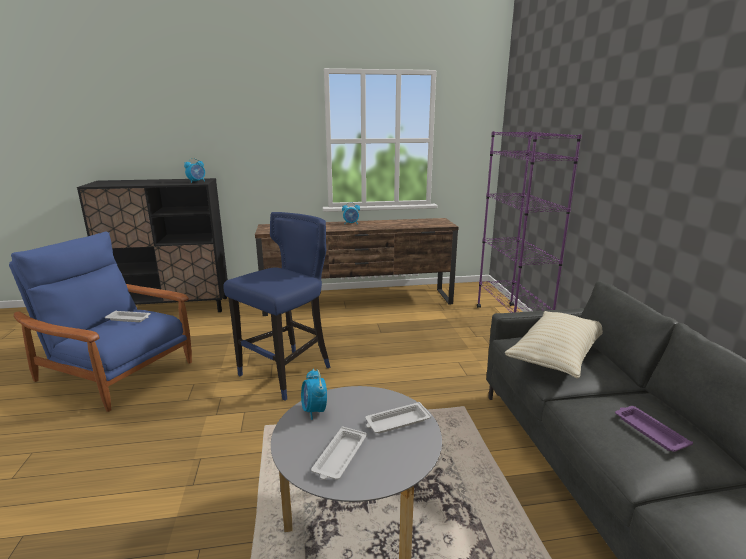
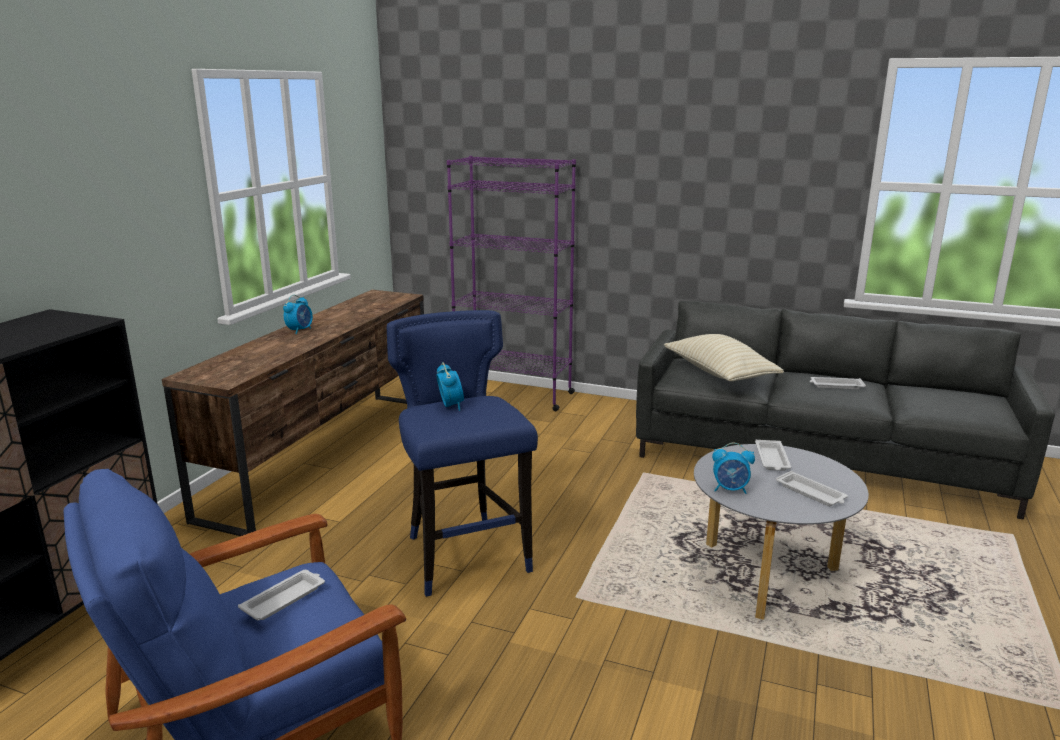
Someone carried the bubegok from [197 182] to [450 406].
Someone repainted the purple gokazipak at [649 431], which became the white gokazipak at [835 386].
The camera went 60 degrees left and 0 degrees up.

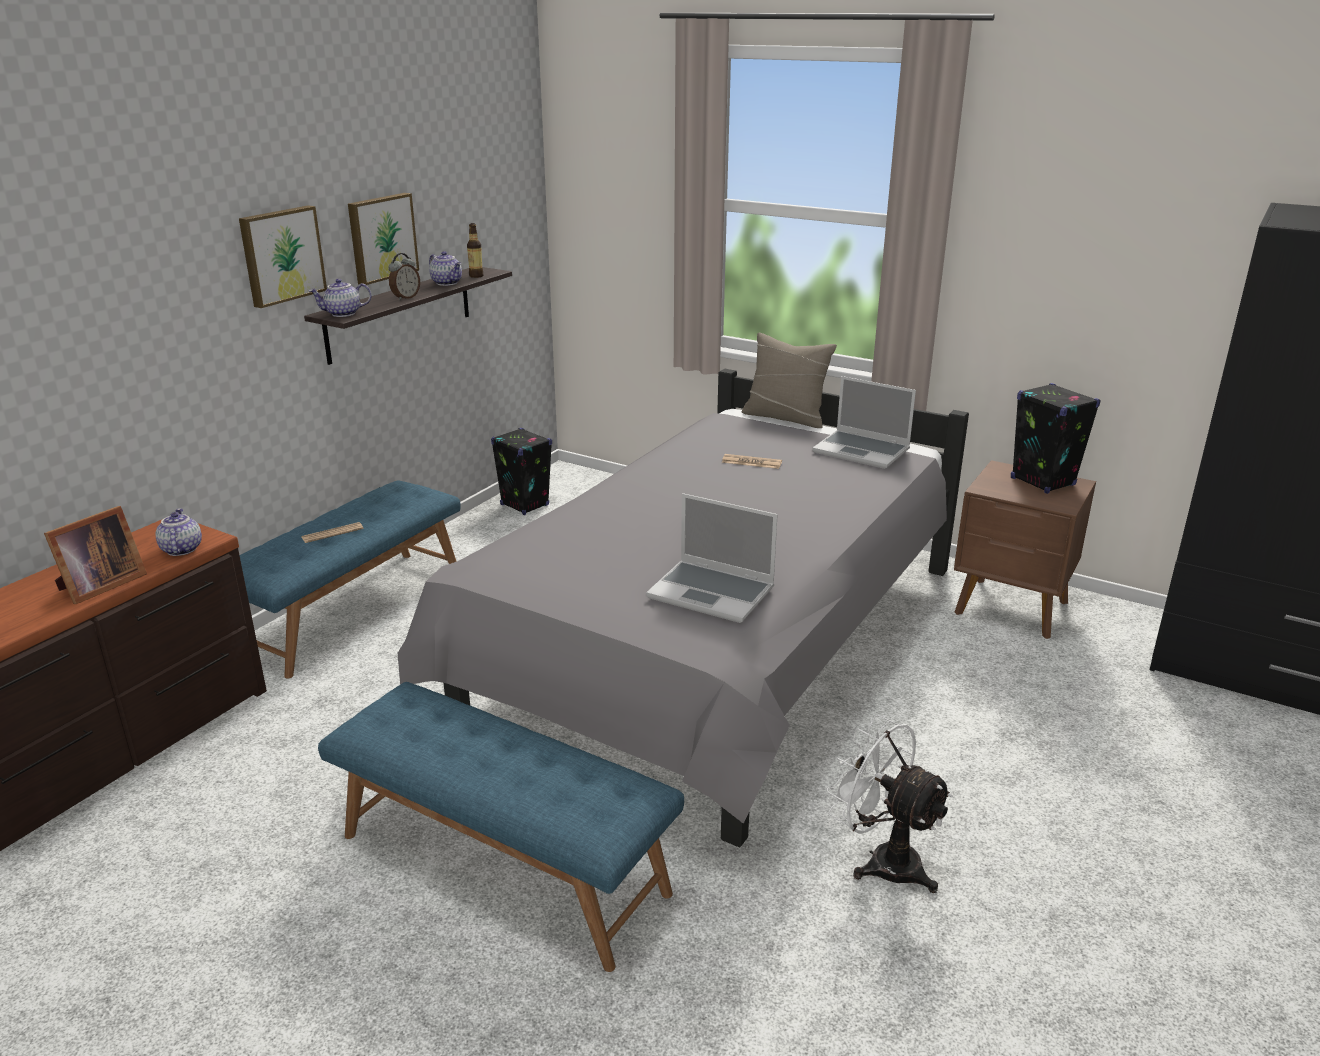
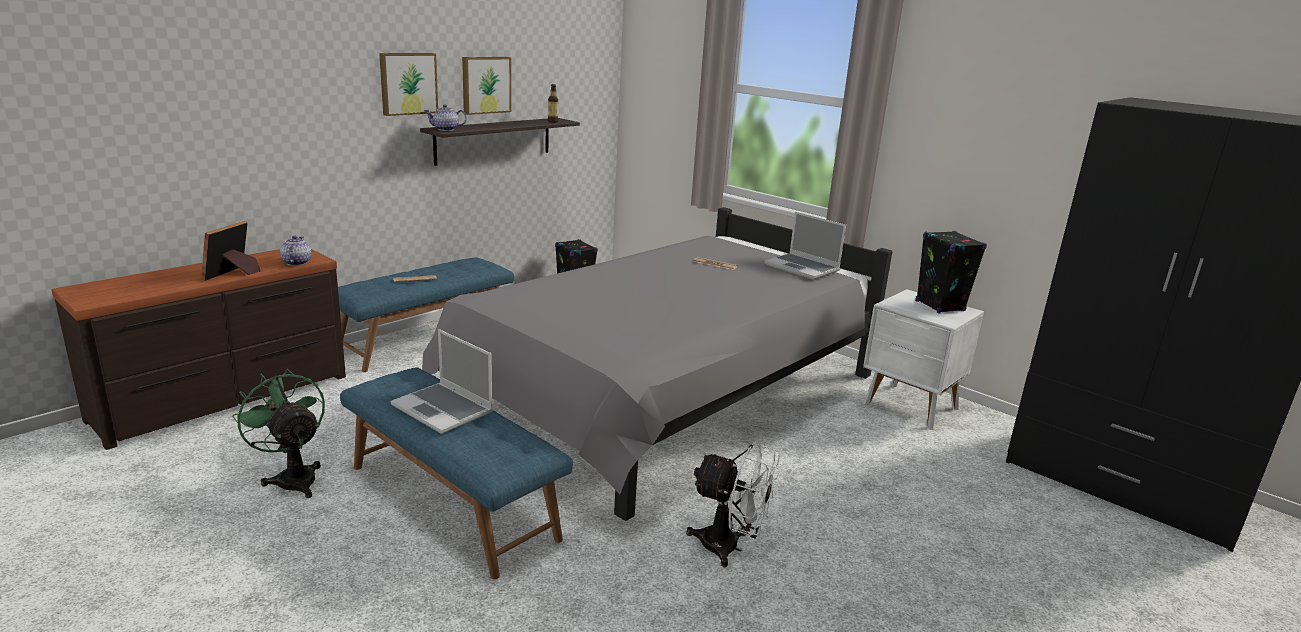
Someone took away the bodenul at [447 283].
Someone took away the bubegok at [405 298].
Someone took away the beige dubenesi at [785 417].
Someone repainted the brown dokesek at [1012 609], which became the white dokesek at [911 407].
Someone carried the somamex from [713 593] to [444 409].
Someone rotated the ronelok at [99 586] by 150 degrees clockwise.
Someone rotated the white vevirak at [882 860] by 150 degrees clockwise.
Someone put down the green vevirak at [293 477].
The camera went 10 degrees right and 5 degrees down.

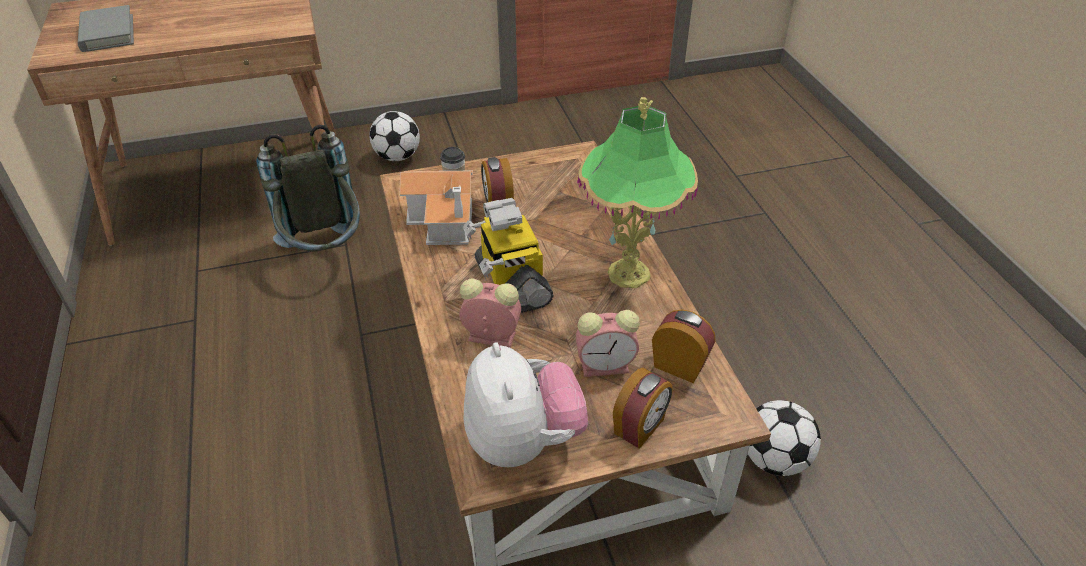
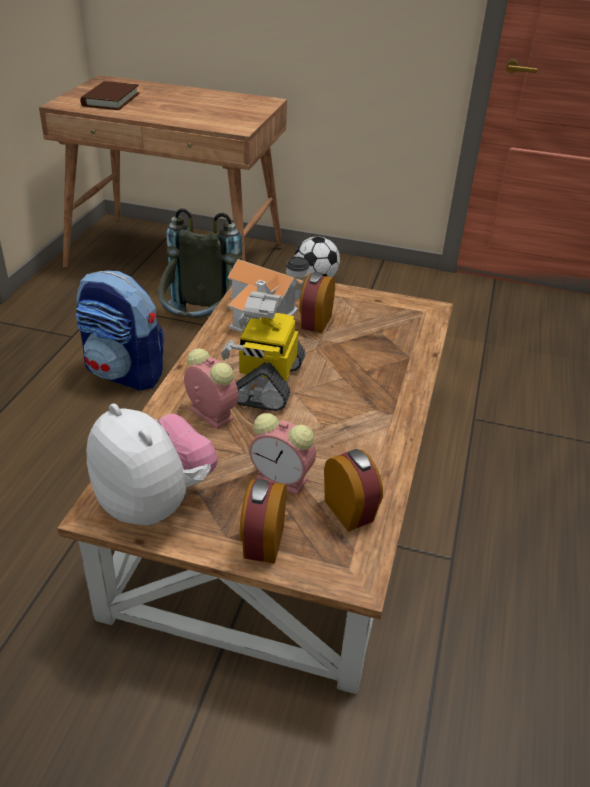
Someone repainted the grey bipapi at [107 33], which became the brown bipapi at [111 99].
Someone took away the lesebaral at [628 274].
Someone rotated the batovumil at [523 441] by 60 degrees counterclockwise.
Someone rotated the bubegok at [640 427] by 120 degrees clockwise.
Someone took away the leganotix at [774 459].
Someone put down the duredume at [125 373].
The camera went 30 degrees right and 5 degrees down.

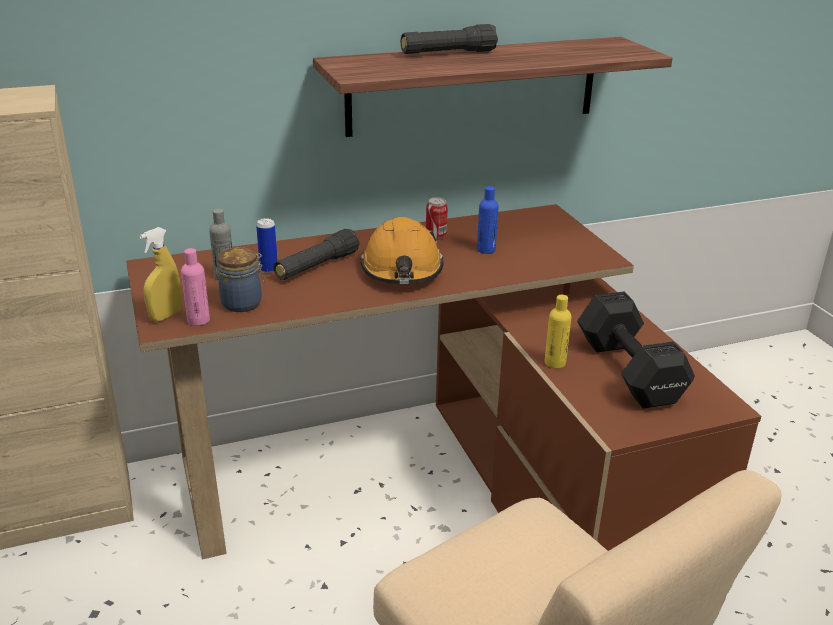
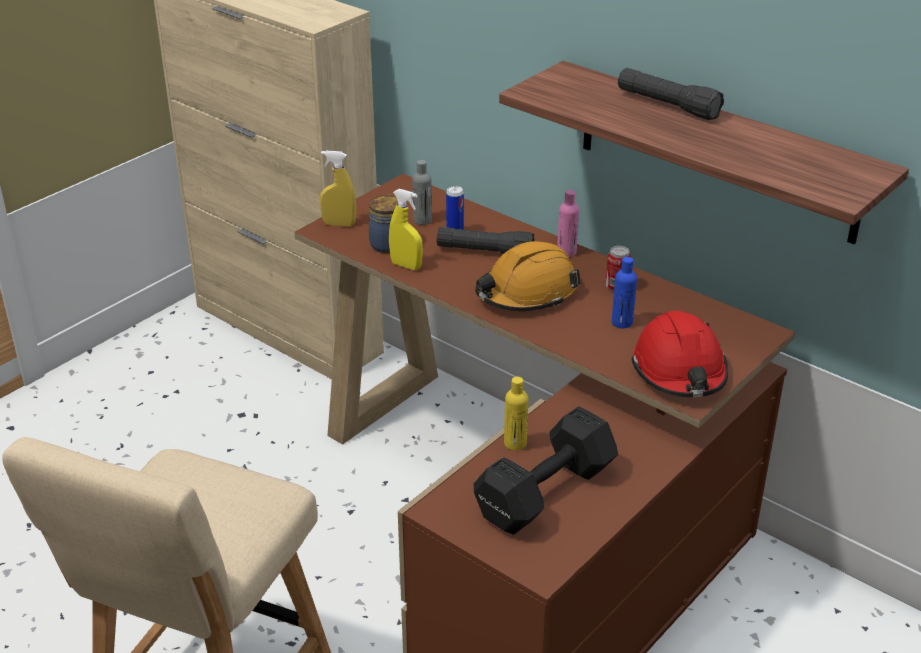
Someone carried the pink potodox from [198 320] to [566 252].
Someone put down the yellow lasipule at [406 265].
Someone put down the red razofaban at [679 371].
The camera went 60 degrees right and 5 degrees up.

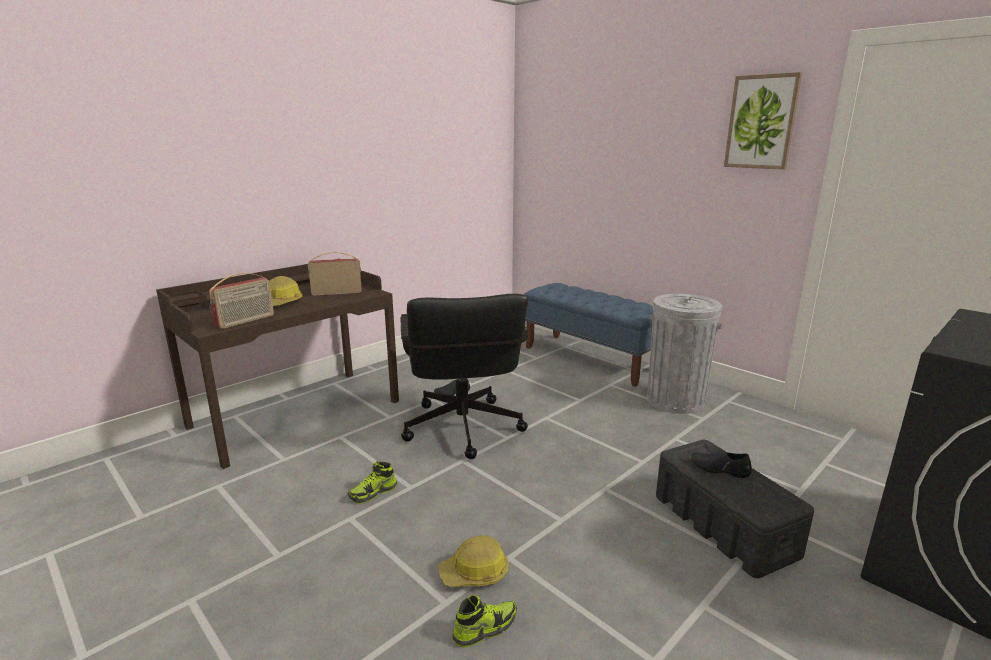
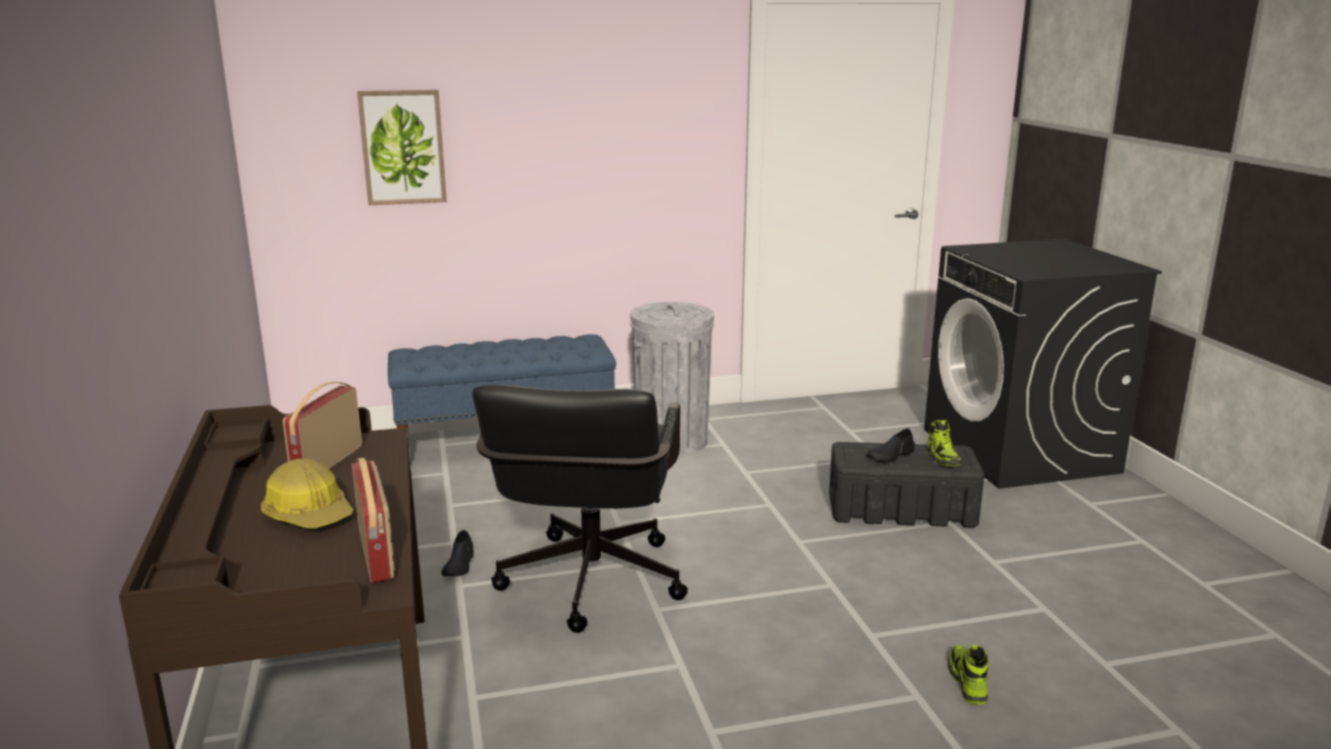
Someone carried the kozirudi from [761 122] to [403 147].
Someone rotated the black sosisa at [463 433] by 75 degrees clockwise.
Someone carried the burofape from [373 493] to [942 457].
Someone took away the razofaban at [475 573].
The camera went 60 degrees left and 0 degrees up.

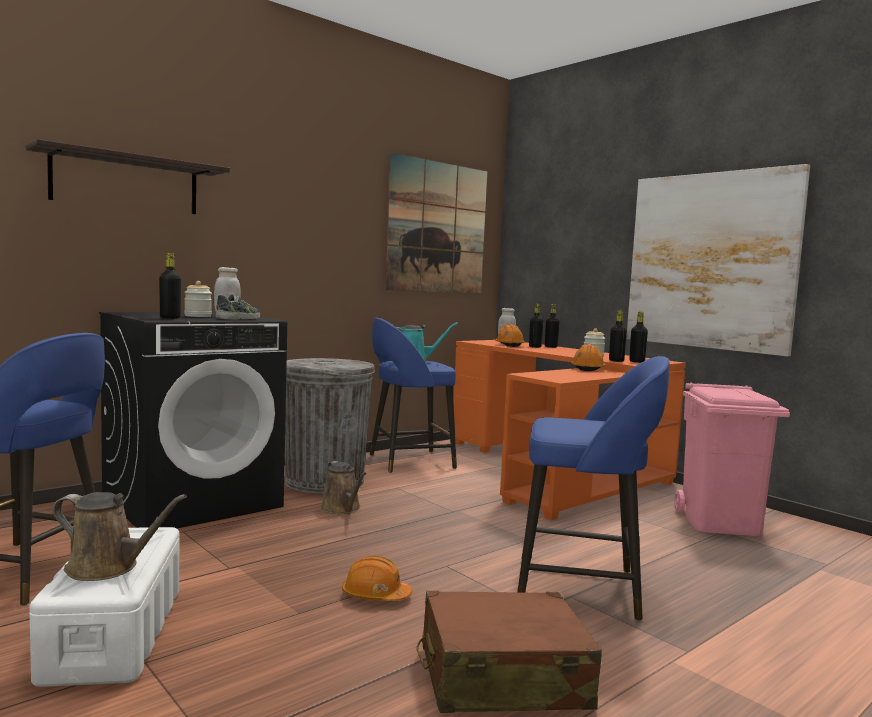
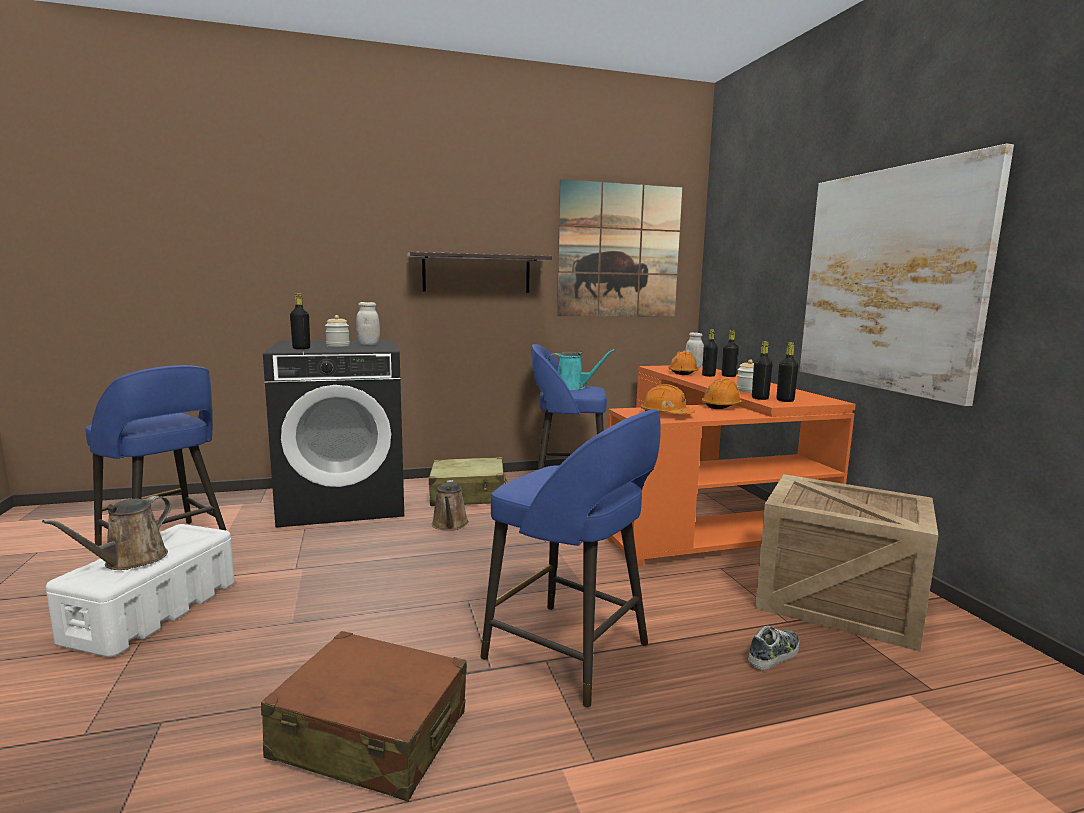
Someone carried the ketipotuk from [126 183] to [476 273].
Someone carried the burofape from [239 318] to [774 655].
Someone swapped the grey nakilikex at [324 481] for the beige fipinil at [468 495].
Someone swapped the pink nakilikex at [720 522] for the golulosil at [840 603].
Someone rotated the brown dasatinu at [108 568] by 75 degrees clockwise.
Someone carried the orange razofaban from [375 596] to [666 414].
The camera went 25 degrees right and 5 degrees up.

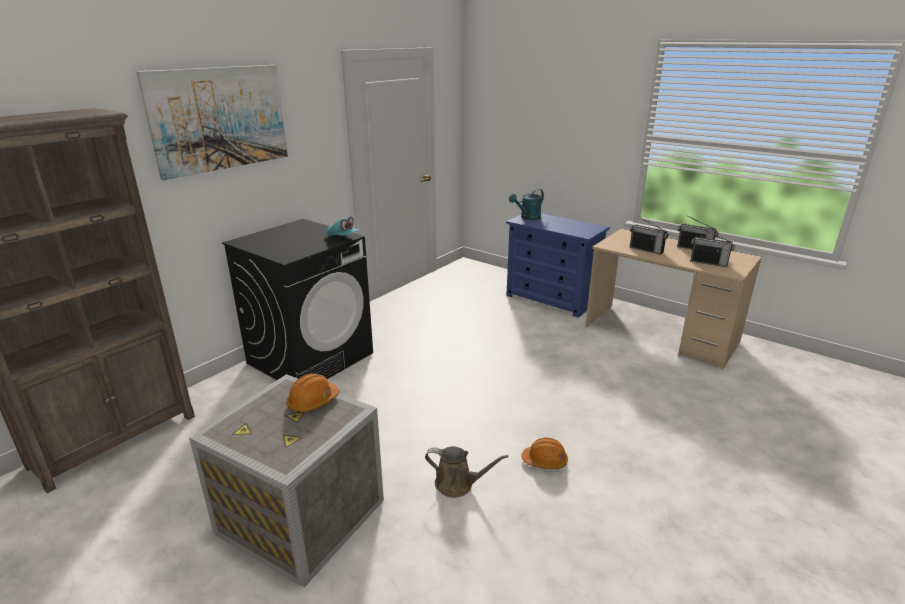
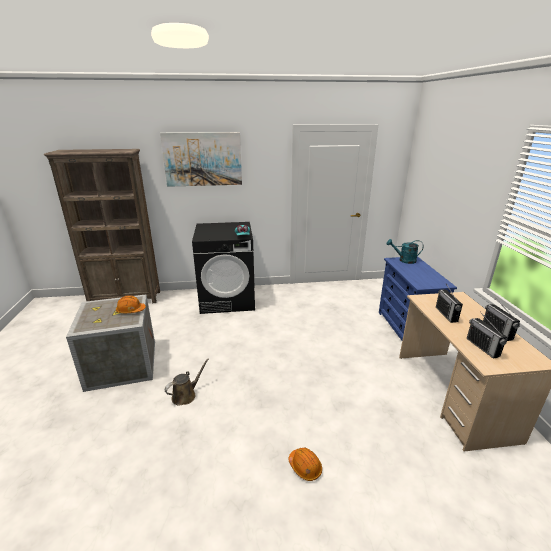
Someone carried the orange razofaban from [545 461] to [305 467].
Someone rotated the brown dasatinu at [458 484] by 105 degrees counterclockwise.
The camera went 45 degrees right and 0 degrees up.

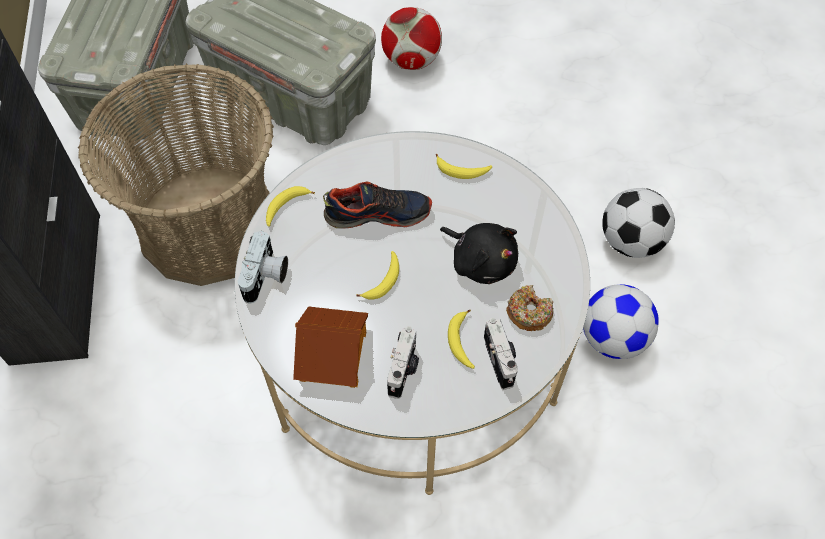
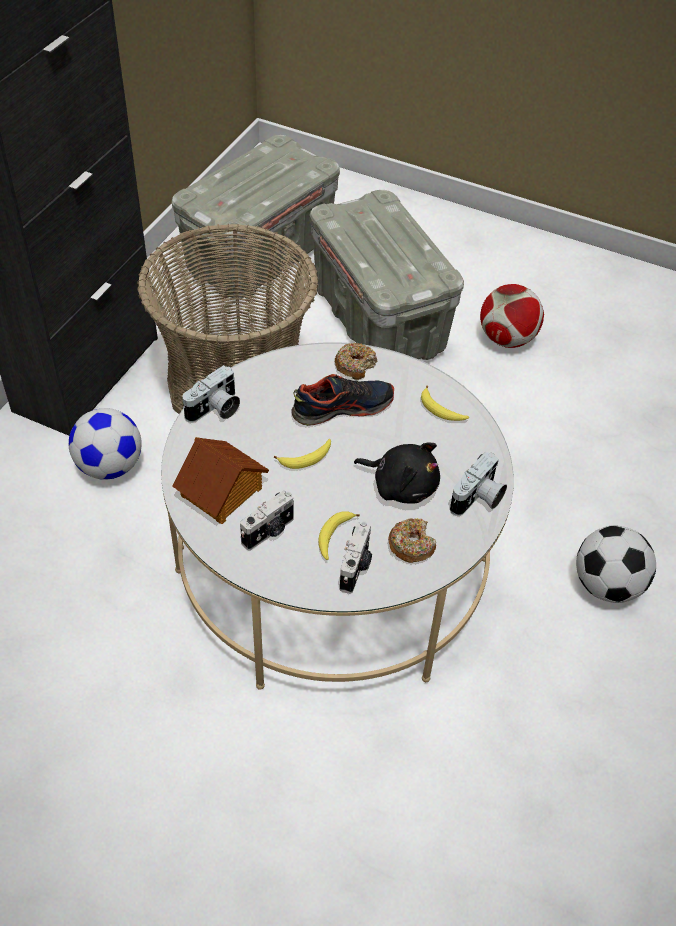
Someone rotated the burofape at [378 213] by 45 degrees counterclockwise.
Someone took away the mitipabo at [286 207].
Someone rotated the black batovumil at [481 261] by 45 degrees counterclockwise.
Someone carried the leganotix from [613 338] to [110 467].
Someone put down the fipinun at [355 365].
Someone put down the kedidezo at [478 499].
The camera went 30 degrees right and 10 degrees down.

